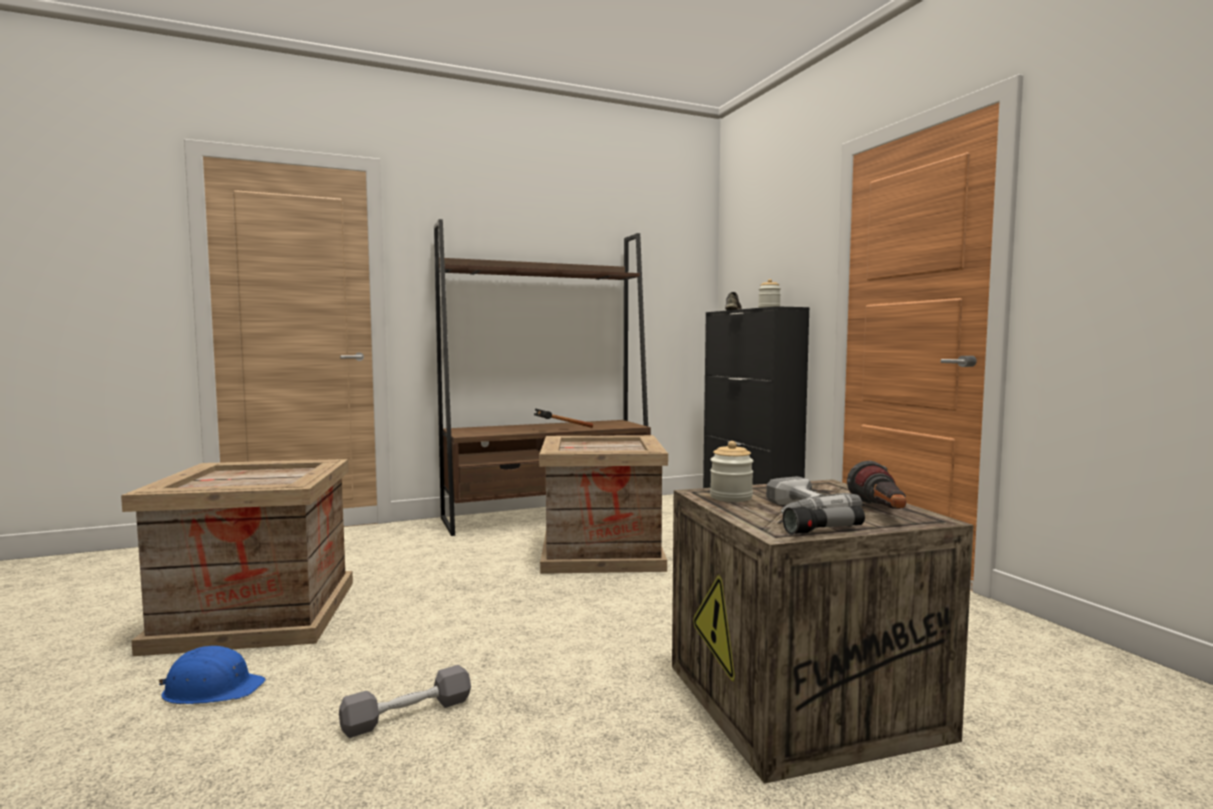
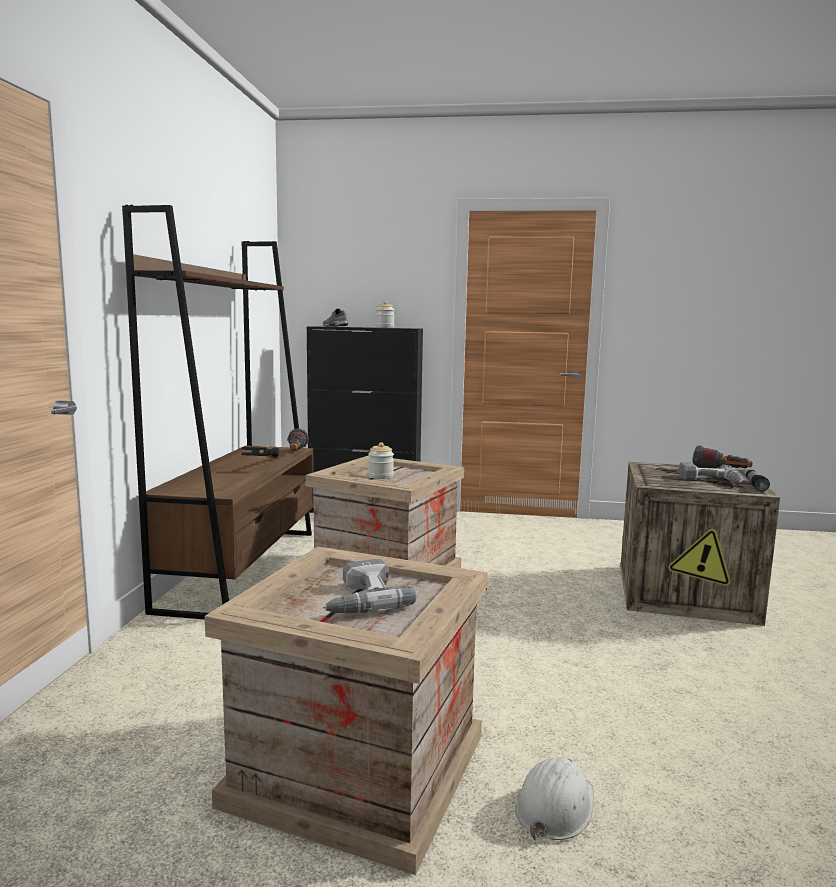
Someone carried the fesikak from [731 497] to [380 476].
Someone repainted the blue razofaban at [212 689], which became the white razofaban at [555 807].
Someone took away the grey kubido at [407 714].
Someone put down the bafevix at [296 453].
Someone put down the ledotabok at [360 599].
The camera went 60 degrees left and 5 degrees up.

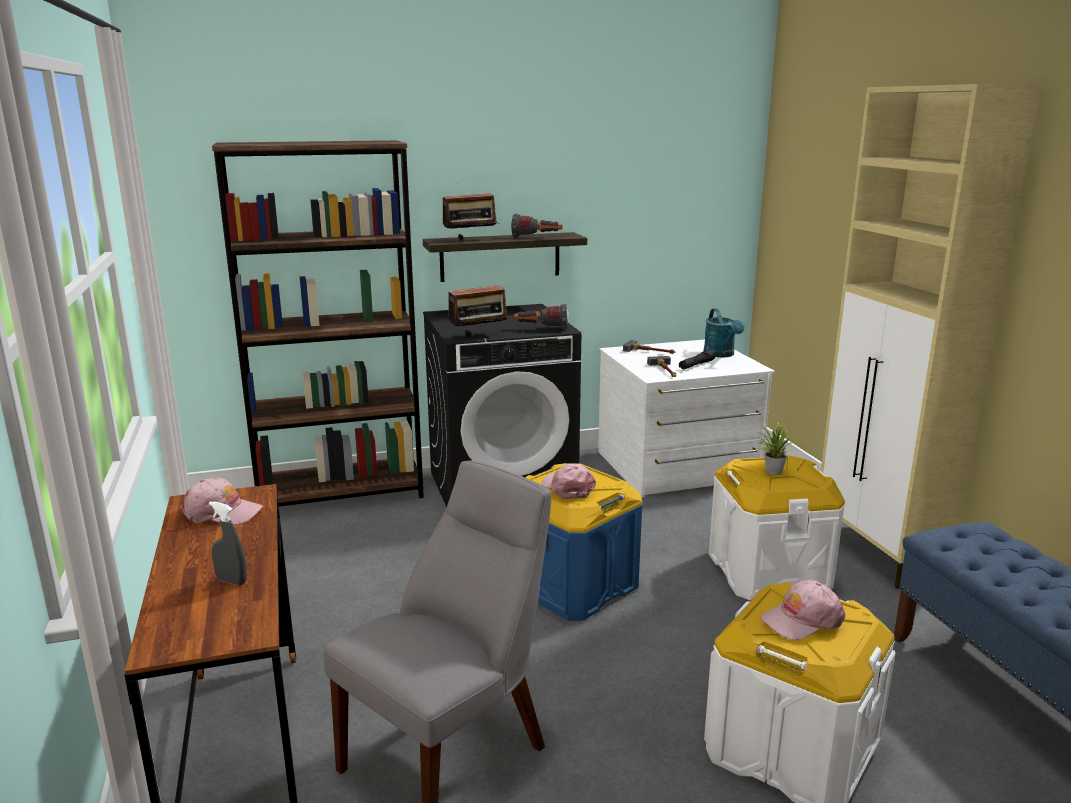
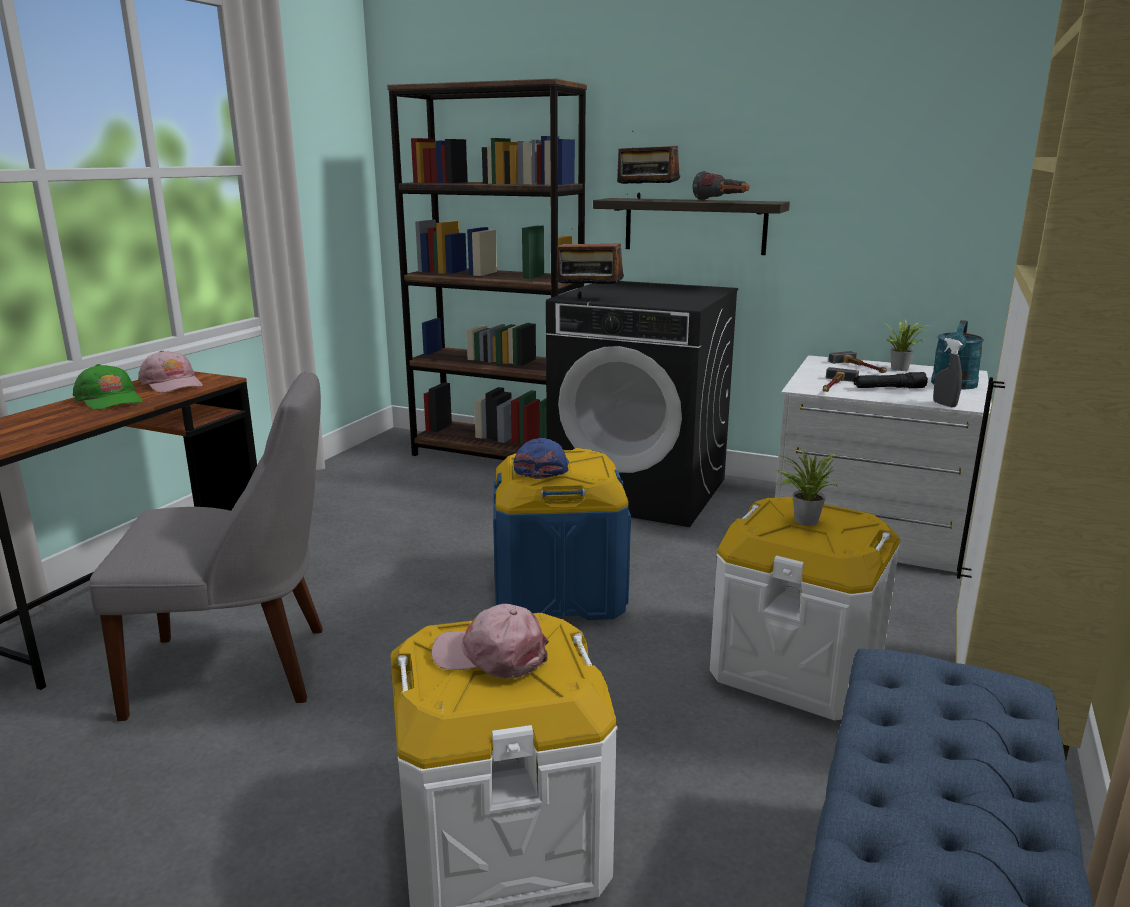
Someone took away the bafevix at [541 329].
Someone repainted the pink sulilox at [568 488], which became the blue sulilox at [543 468].
Someone carried the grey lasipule from [231 581] to [944 404].
Someone put down the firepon at [901 368].
Someone put down the green sulilox at [110 400].
The camera went 40 degrees right and 0 degrees up.

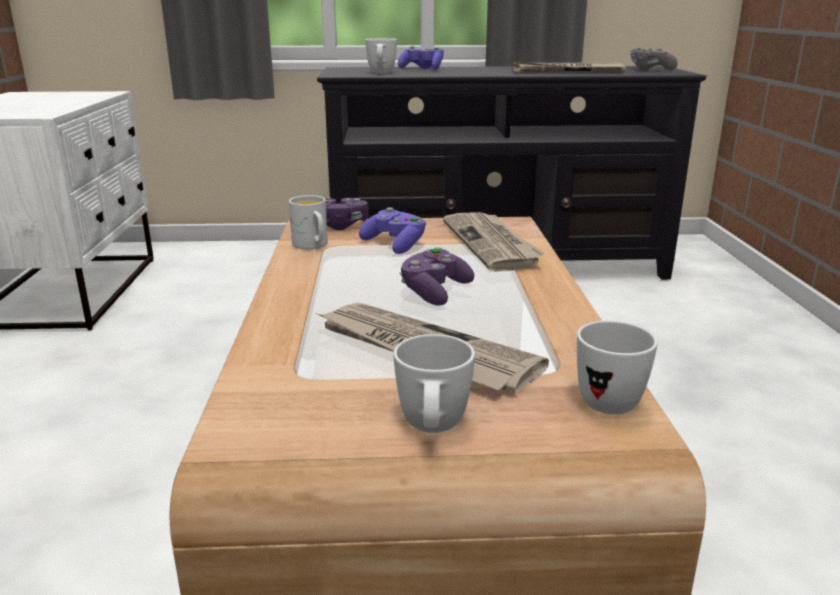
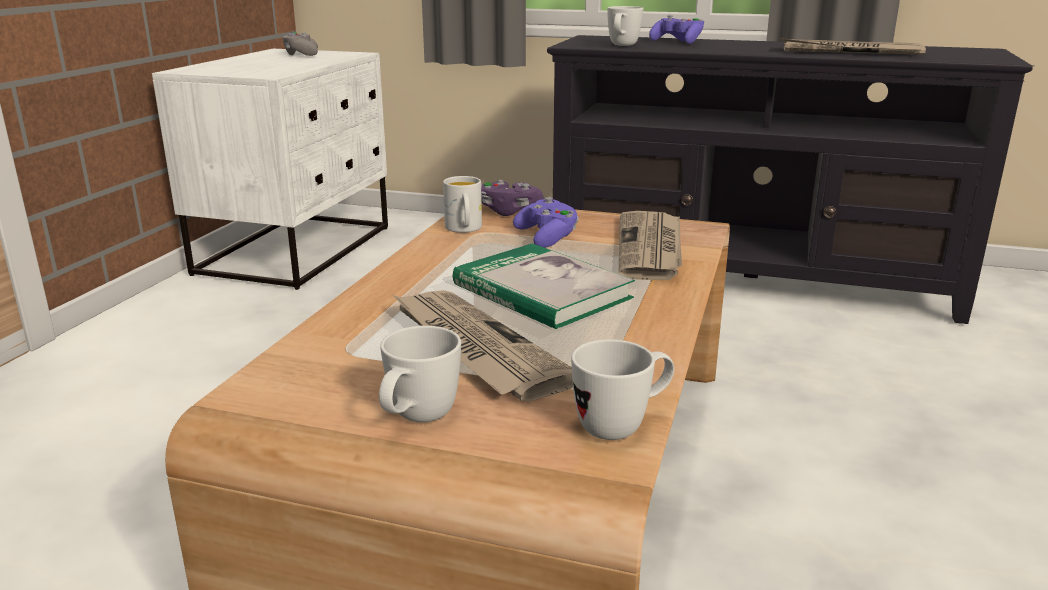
Someone carried the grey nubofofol from [650 70] to [301 54].
Someone swapped the purple nubofofol at [434 292] for the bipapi at [541 291].
The camera went 20 degrees right and 0 degrees up.

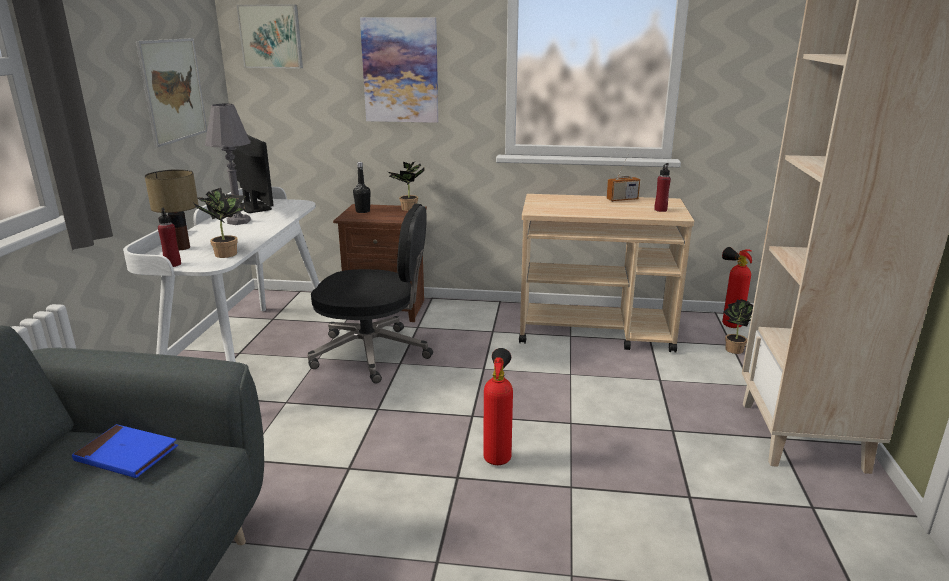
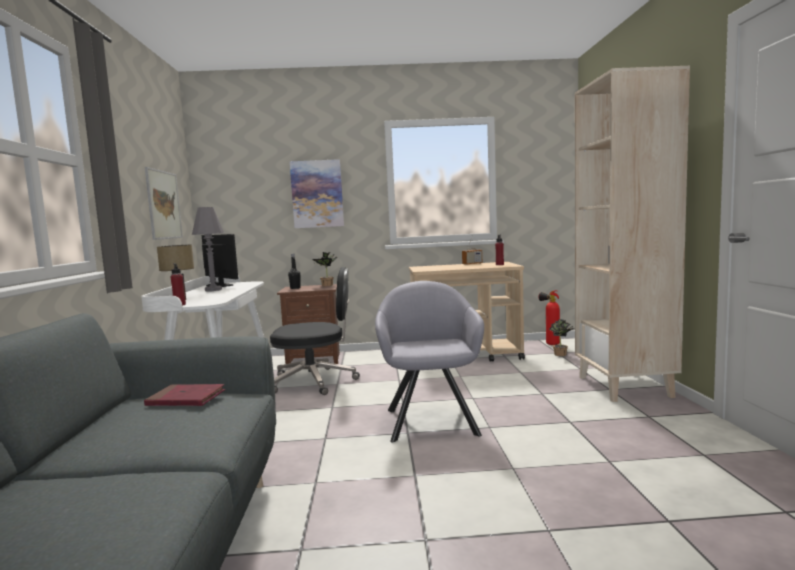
Someone took away the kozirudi at [271 36].
Someone took away the firepon at [227 253].
Someone swapped the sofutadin at [497 456] for the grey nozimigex at [431 419].
Someone repainted the blue bipapi at [126 455], which became the red bipapi at [186 399].
The camera went 10 degrees left and 15 degrees down.

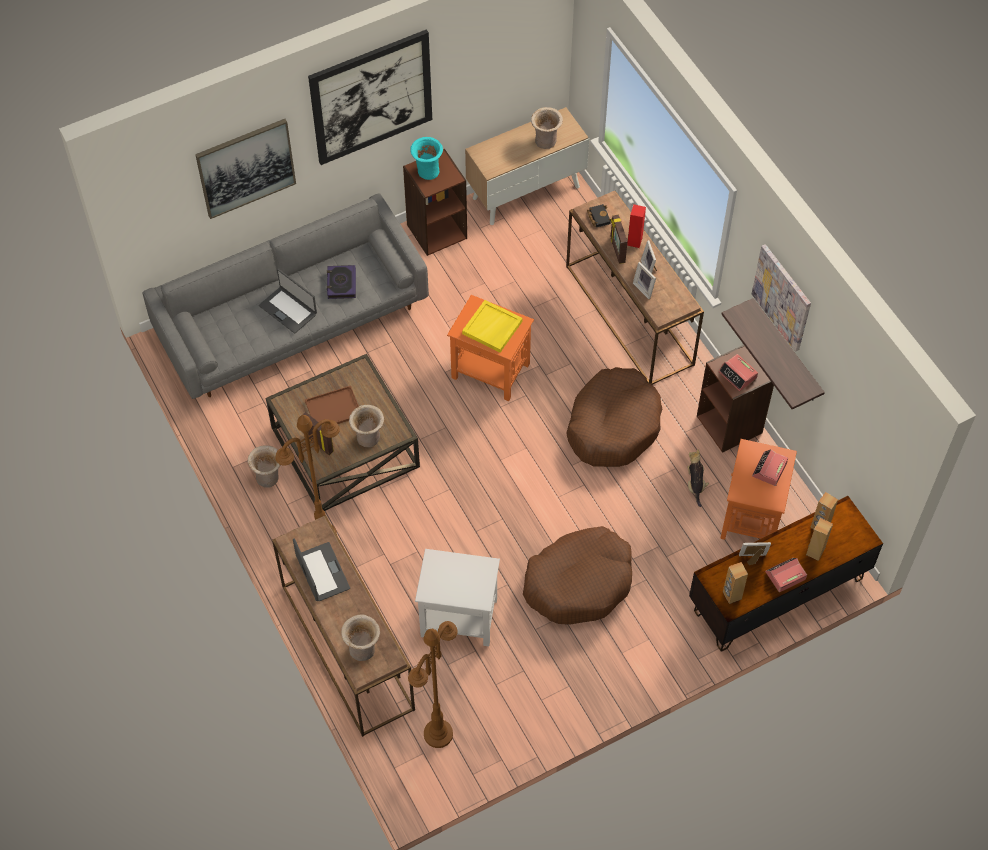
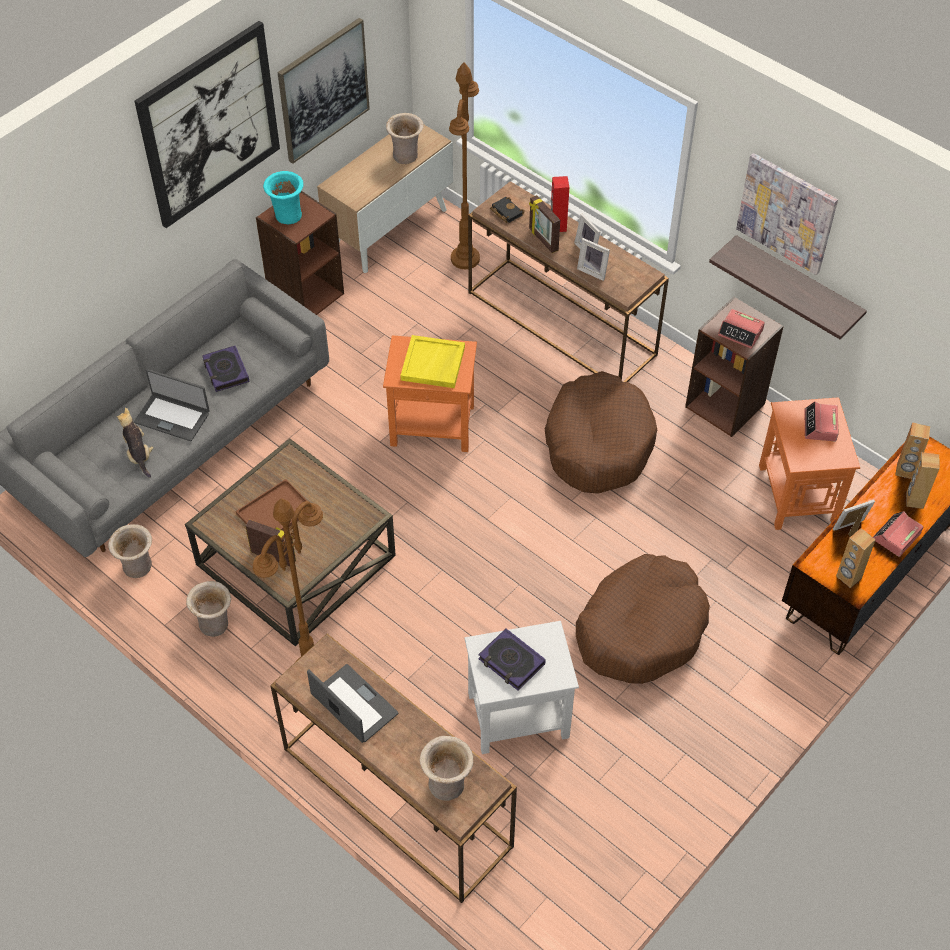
Someone carried the kozirudi from [246 167] to [323 90].
Someone carried the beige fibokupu from [369 439] to [138 567].
Someone carried the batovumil from [695 484] to [139 454].
Someone carried the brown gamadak from [438 733] to [465 258].
Someone put down the bipapi at [511 662].
The camera went 20 degrees left and 5 degrees down.

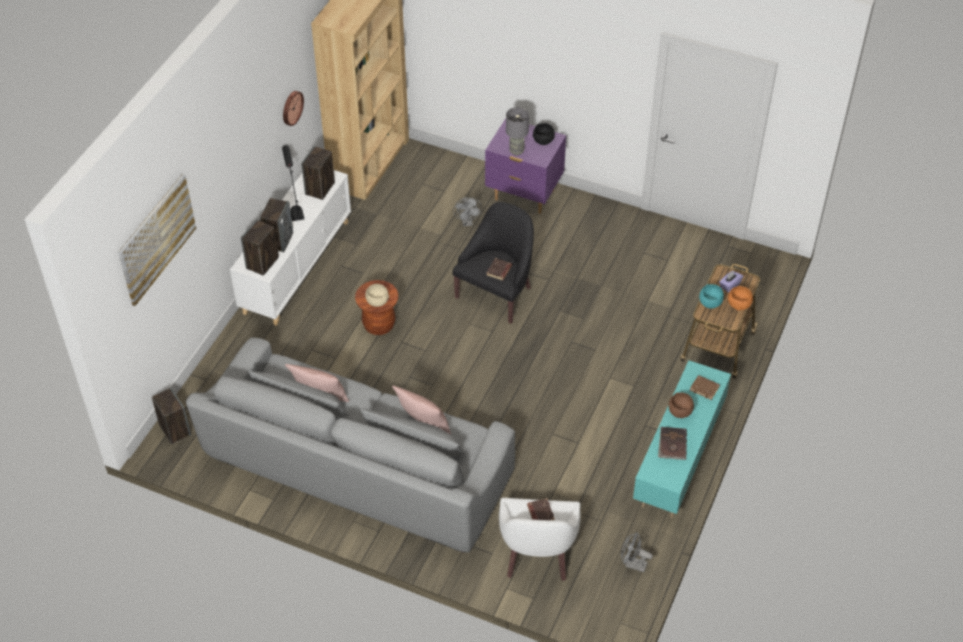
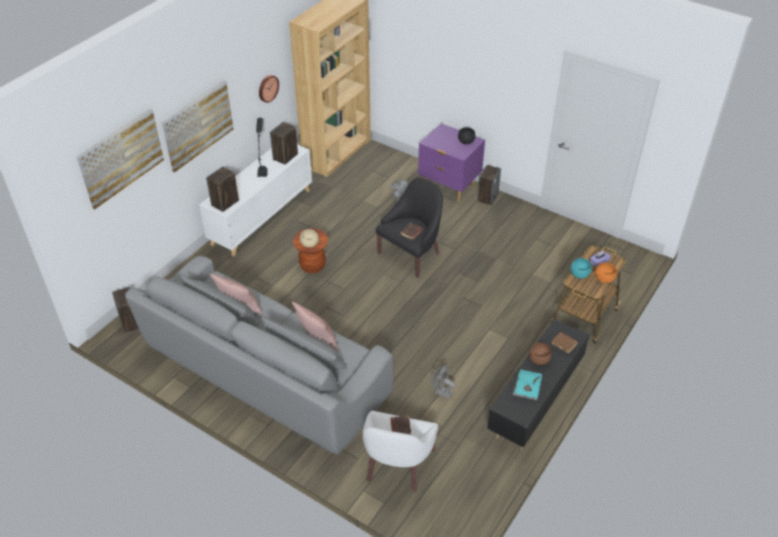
Someone took away the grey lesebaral at [516 151].
Someone carried the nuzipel from [279 240] to [487 197].
Someone repainted the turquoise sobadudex at [677 461], which became the black sobadudex at [534 404].
Someone repainted the brown bipapi at [672 444], which became the turquoise bipapi at [527 386].
Someone carried the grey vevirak from [632 564] to [441 392].
Someone put up the kozirudi at [198 125].
The camera went 10 degrees right and 5 degrees down.

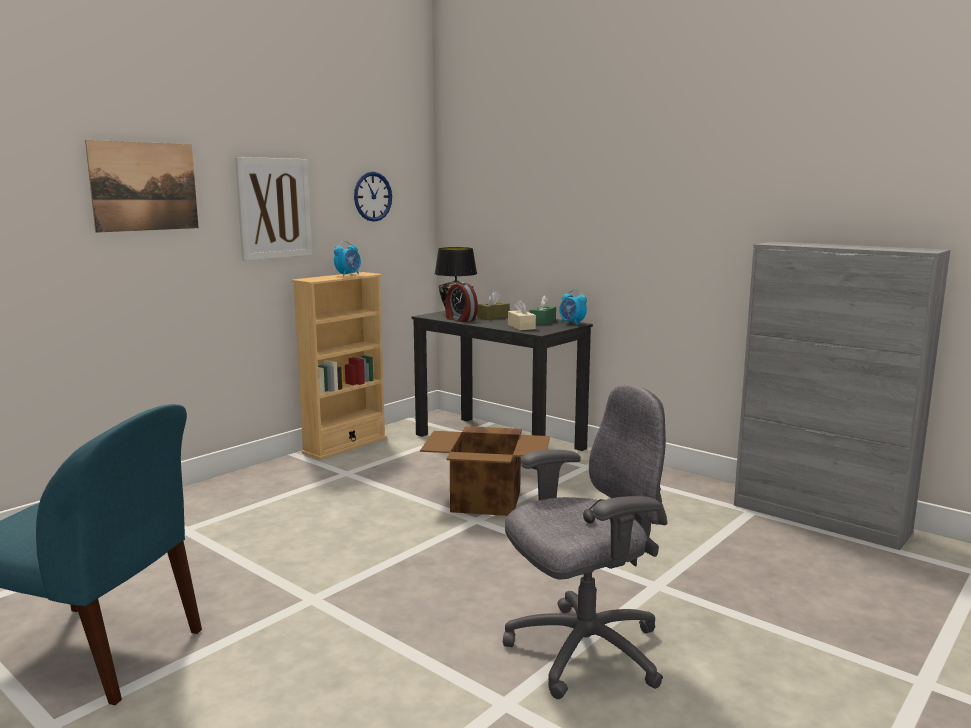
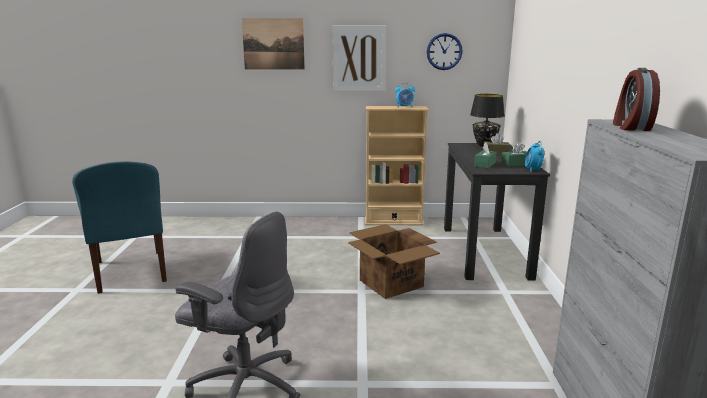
Someone carried the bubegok from [460 319] to [630 127].
Someone repainted the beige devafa at [521 327], which became the green devafa at [485 164].
The camera went 50 degrees right and 5 degrees up.

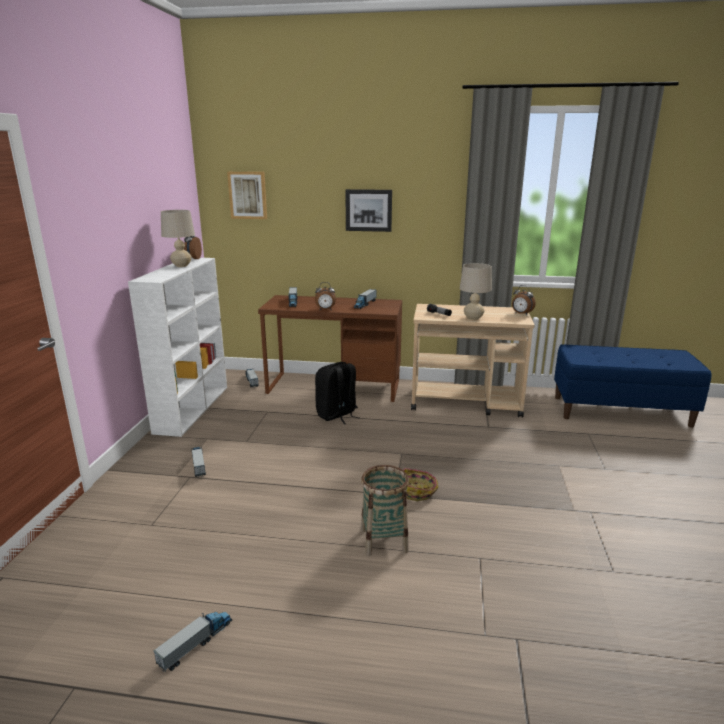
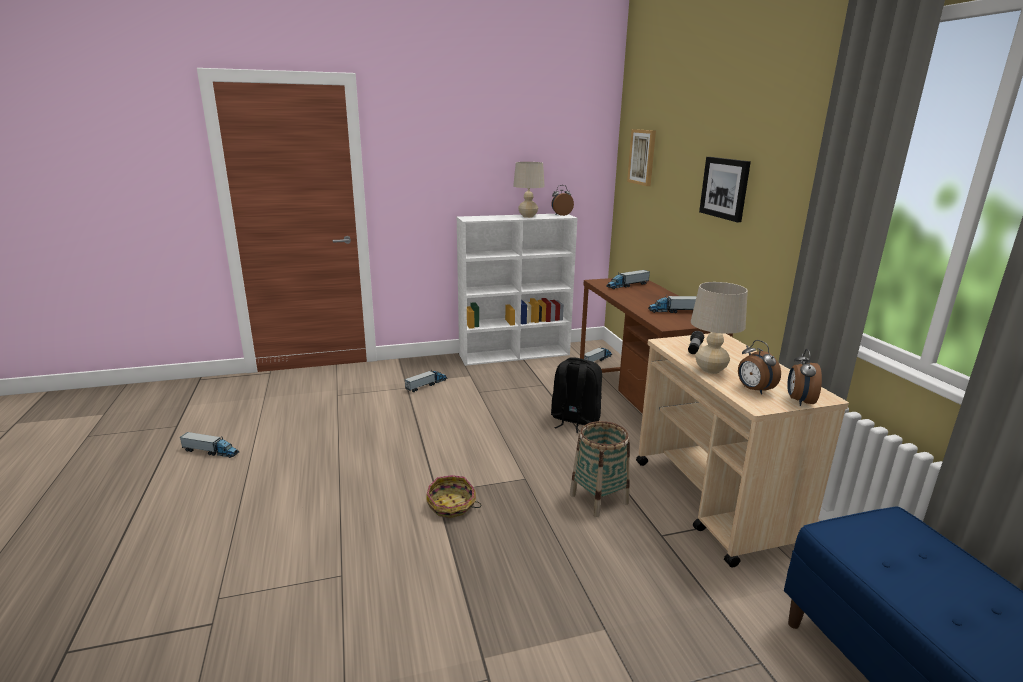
Someone carried the bubegok from [325 310] to [753 390].
Someone carried the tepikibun from [383 540] to [599 498].
The camera went 65 degrees right and 0 degrees up.

